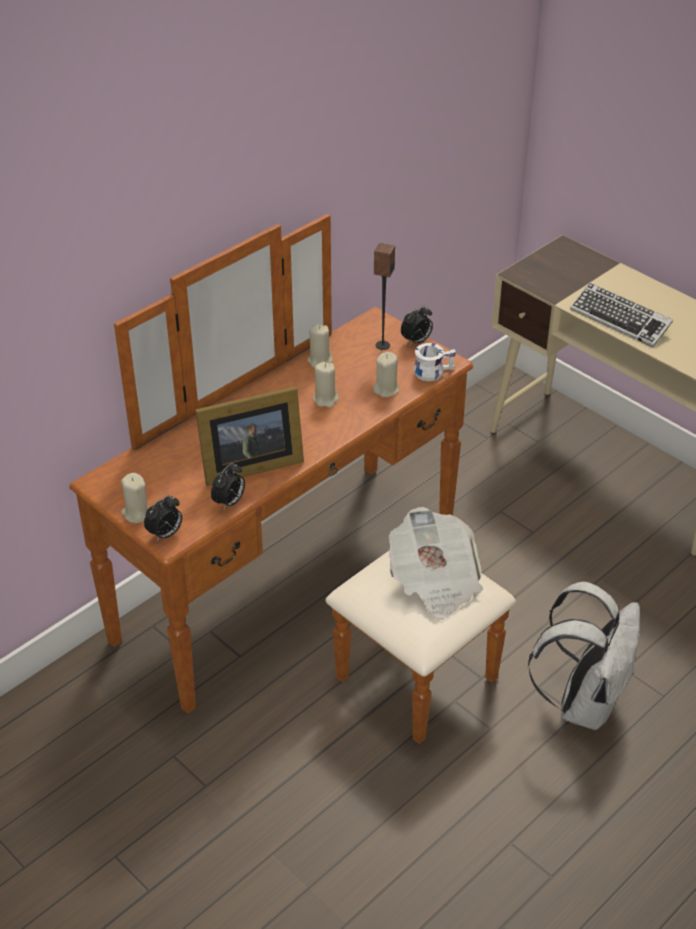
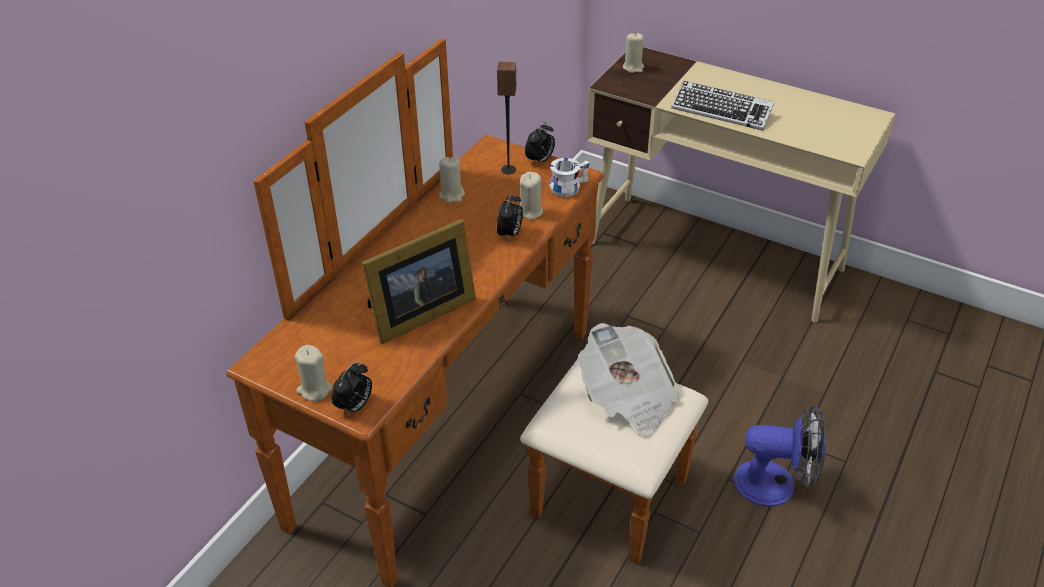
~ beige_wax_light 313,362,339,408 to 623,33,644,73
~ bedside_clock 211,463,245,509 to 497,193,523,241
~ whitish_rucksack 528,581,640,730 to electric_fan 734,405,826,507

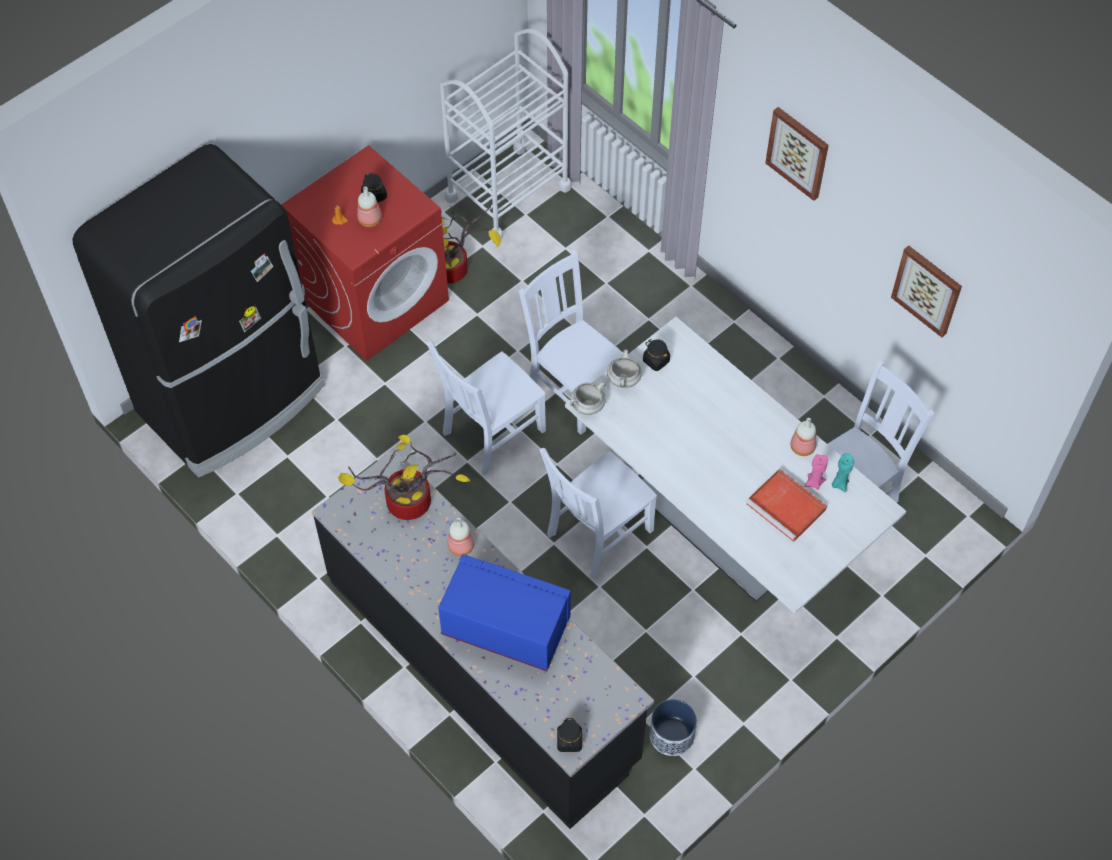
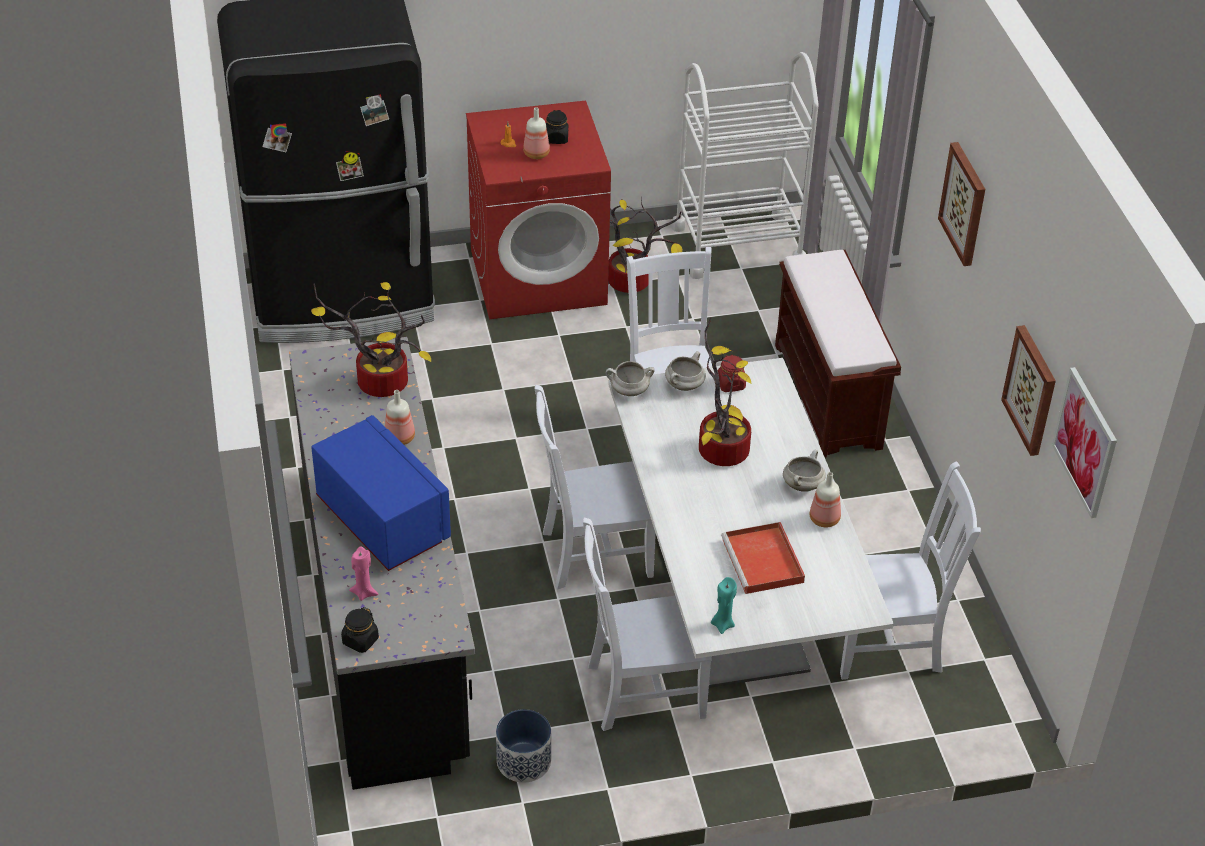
~ black-coloured_storage_jar 643,339,670,371 to reddish_storage_jar 718,355,746,392
~ whitish_plain_chair 426,341,546,475 to 583,518,712,731
~ turquoise_wax_light 832,453,854,493 to 711,577,737,634
~ pink_wax_light 805,454,828,490 to 349,546,379,601
+ brownish_long_seat 775,250,901,458
+ potted_plant 699,318,751,466
+ picture 1052,367,1117,518
+ whitish_stockpot 783,450,826,492

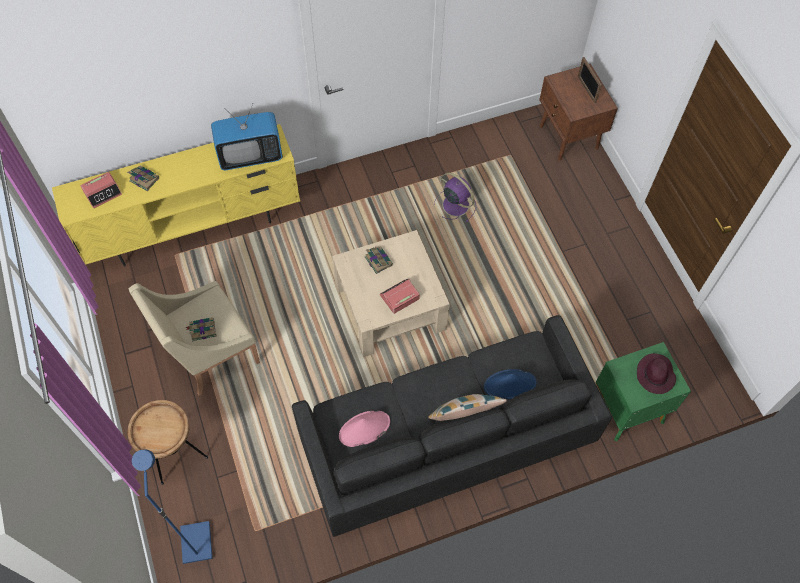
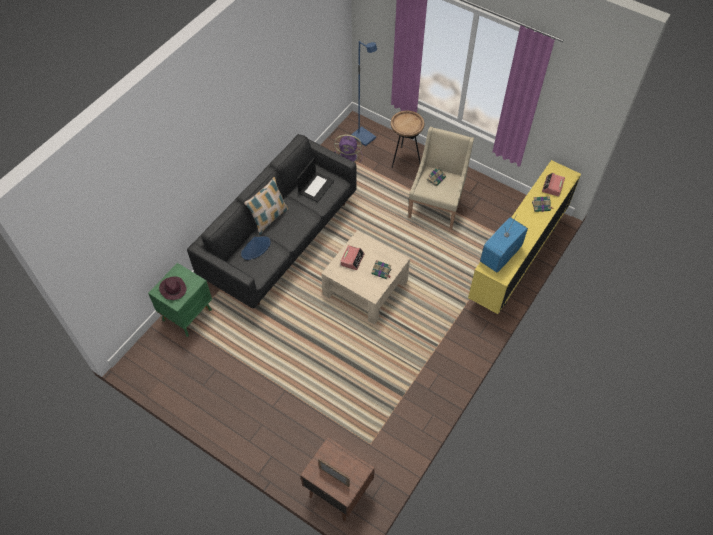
~ purple-coloured_electric_fan 434,173,476,222 to 334,134,362,162
~ pink_clothing_hat 339,411,390,447 to notebook_computer 297,158,334,202

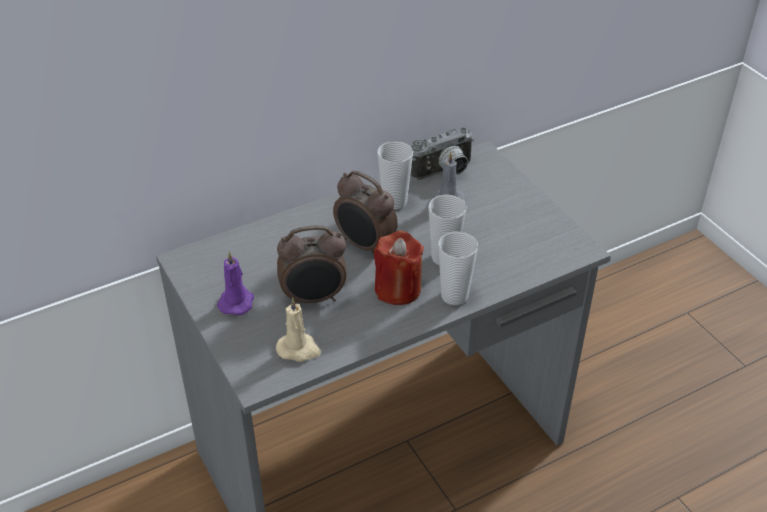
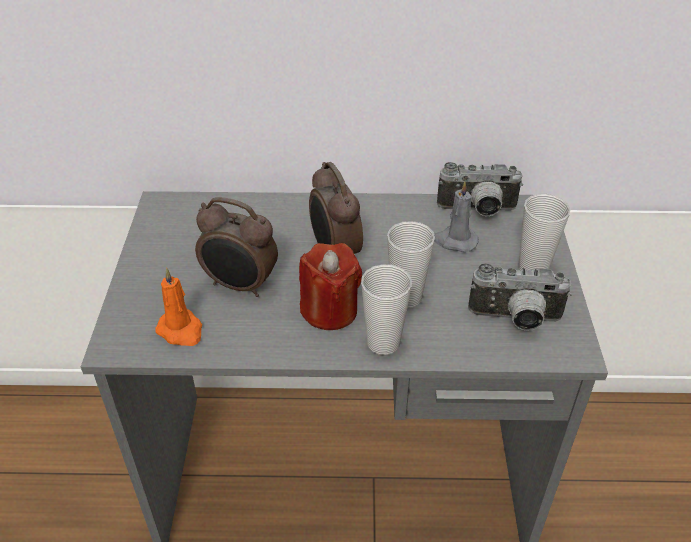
~ drinking_cup 377,141,413,210 to 518,194,571,270
- purple-coloured_wax_light 217,251,254,315
~ beige_wax_light 276,298,321,362 to orangey_wax_light 155,268,202,346
+ photo_camera 468,263,571,331

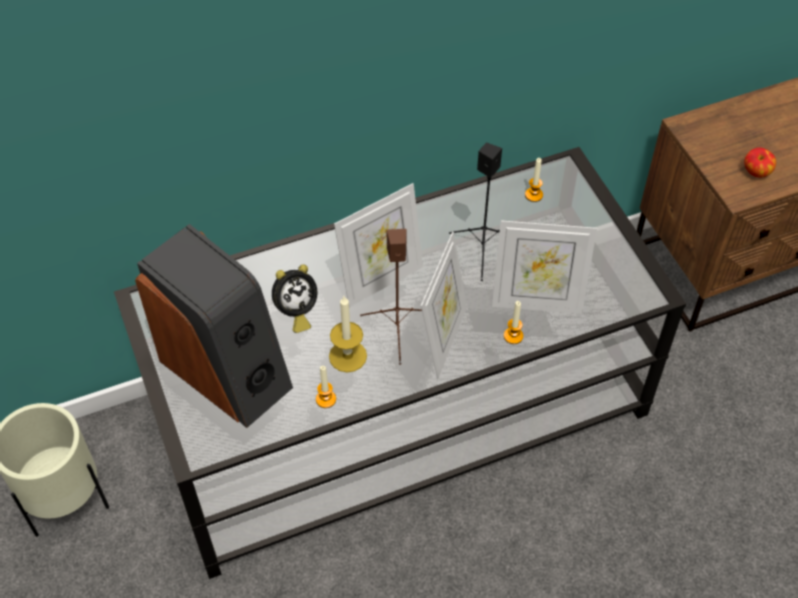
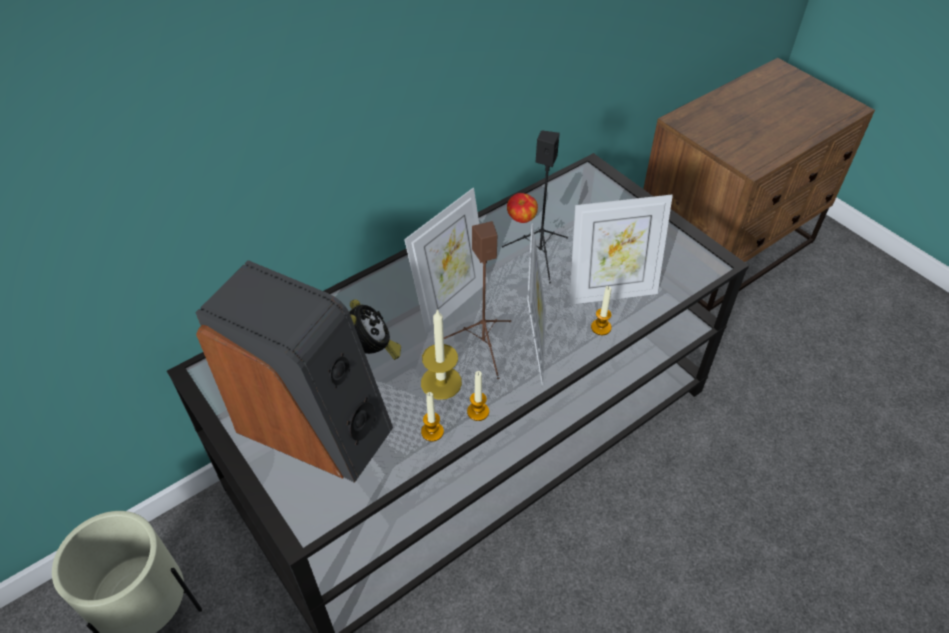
~ apple 744,147,776,178 to 507,193,538,223
~ wax_light 525,158,543,202 to 467,371,489,421
~ bedside_clock 272,265,317,333 = 349,299,401,360 45 degrees counterclockwise

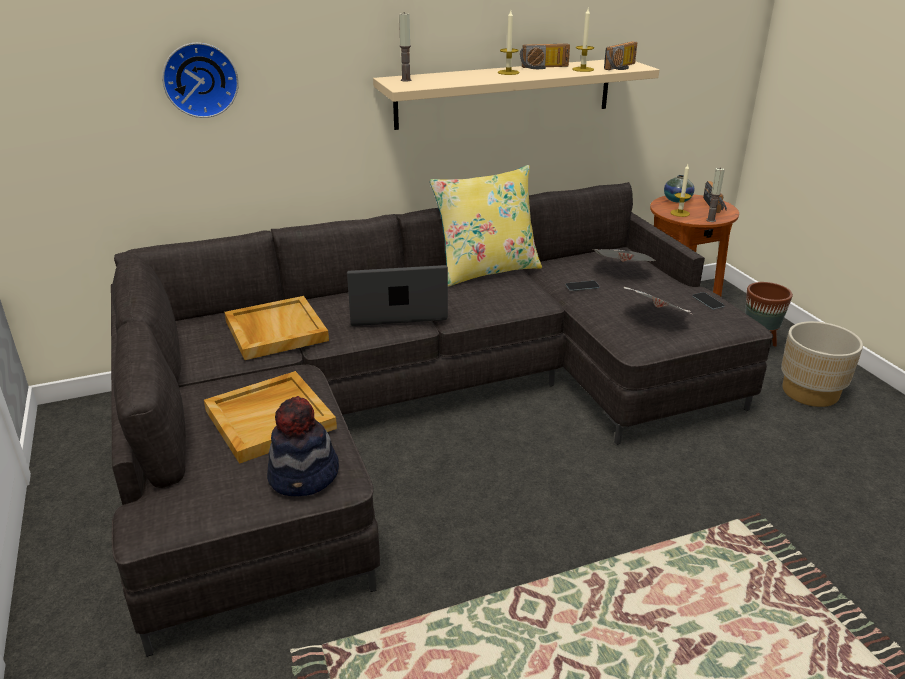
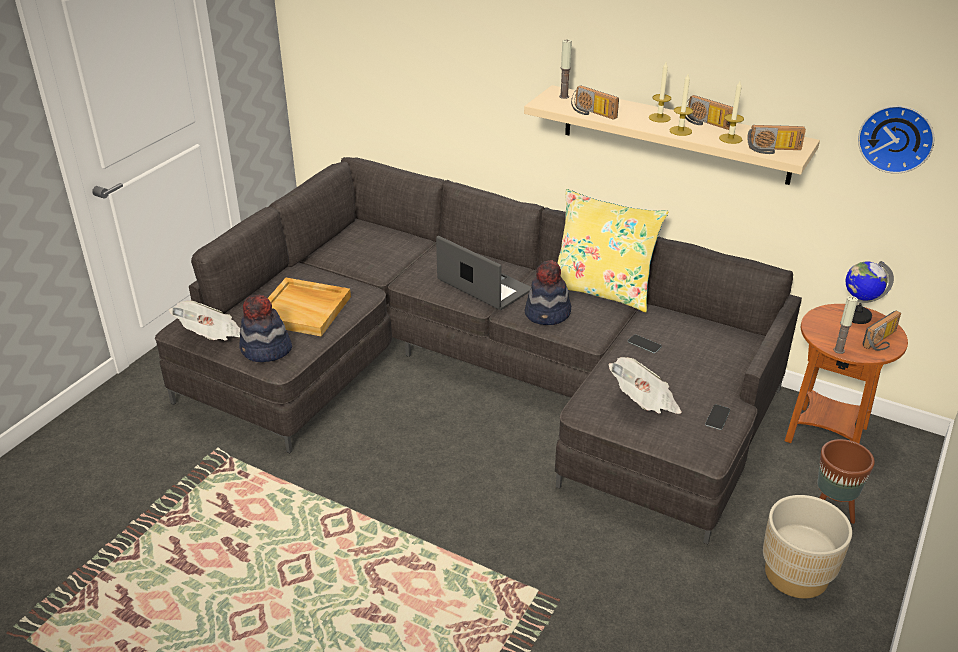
~ clock_on_the_wall 162,43,239,118 to 858,106,935,174
~ wax_light 670,164,691,217 to 670,74,693,136
~ decorative_vase 664,175,695,203 to globe 845,261,894,324
~ printed_paper 592,249,656,262 to 169,301,240,341
- beige_serving_tray 225,296,329,360
+ radio_set 571,85,619,120
+ clothing_hat 525,260,571,325

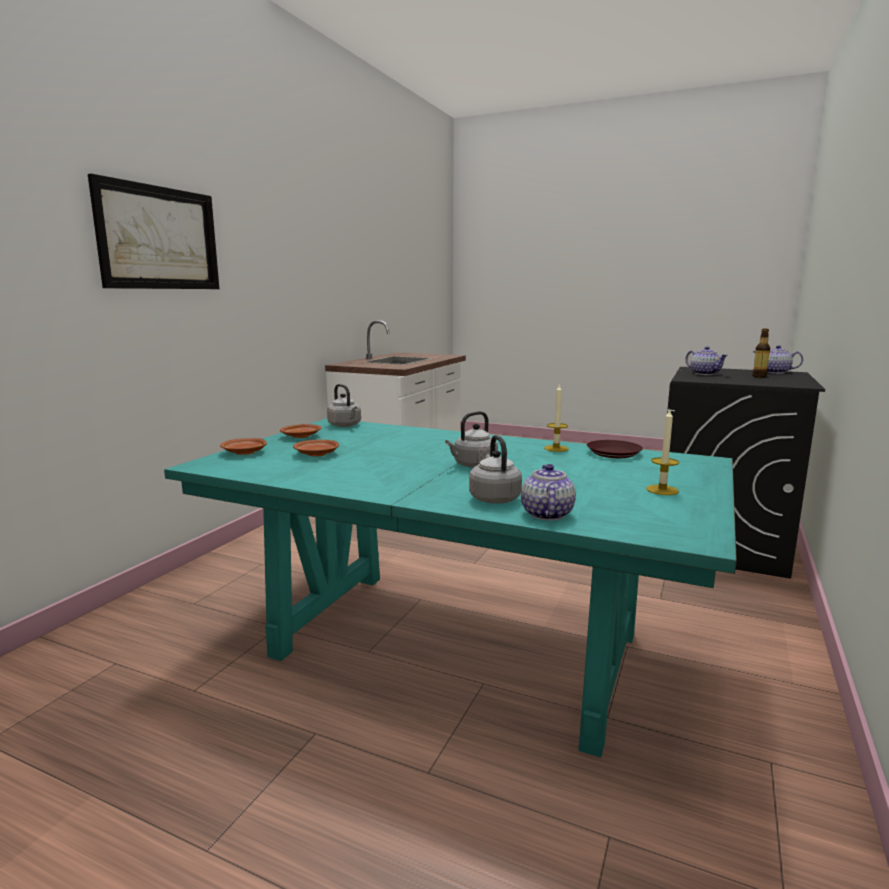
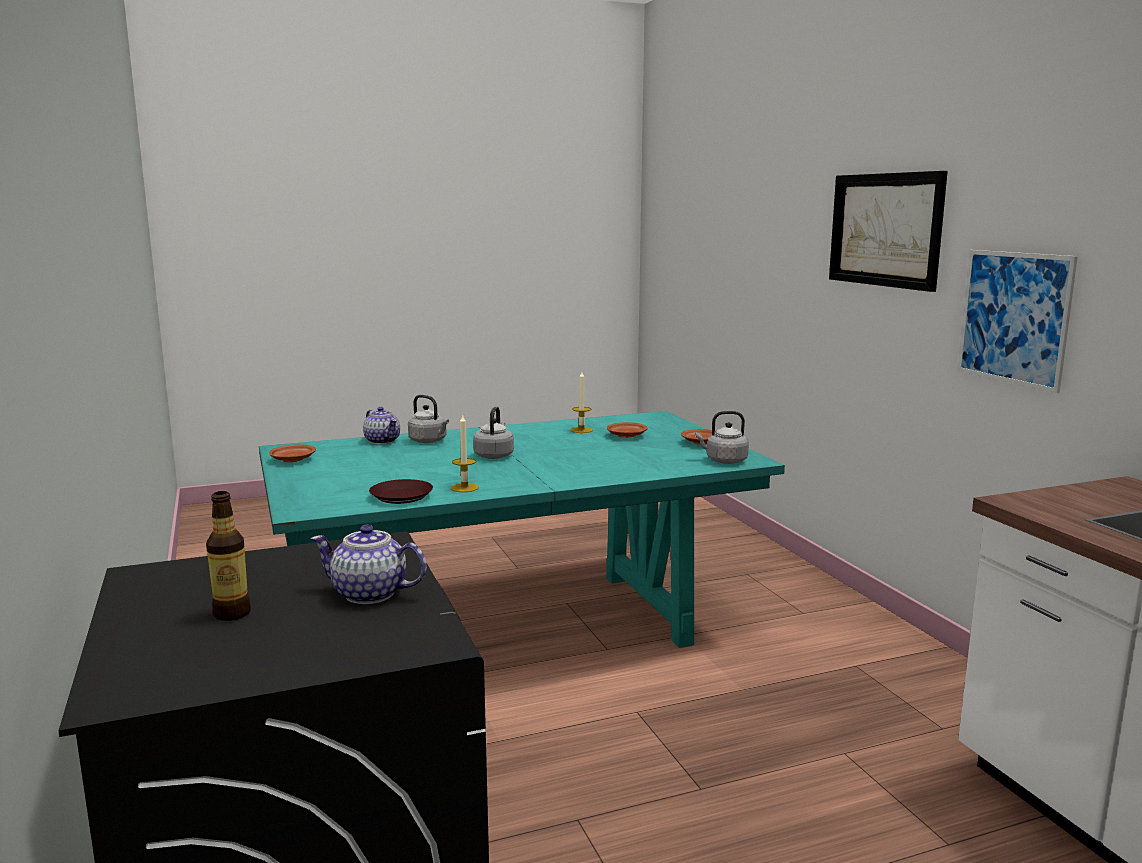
- teapot 752,345,803,374
~ wax_light 646,410,679,495 to 571,372,593,433
~ brownish_plate 220,438,267,455 to 269,444,316,462
+ picture 957,250,1078,393

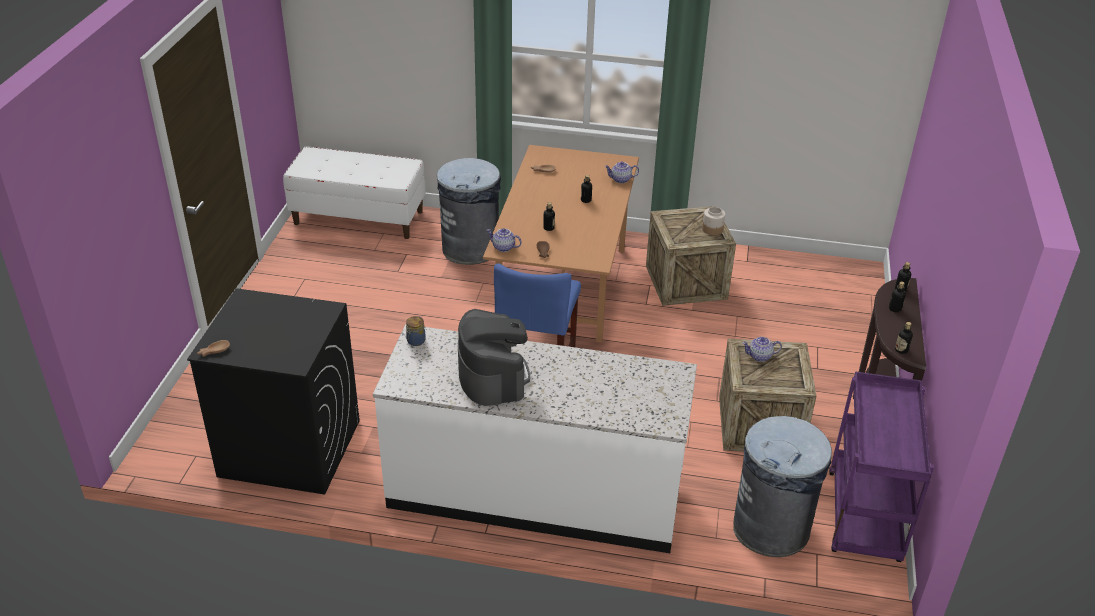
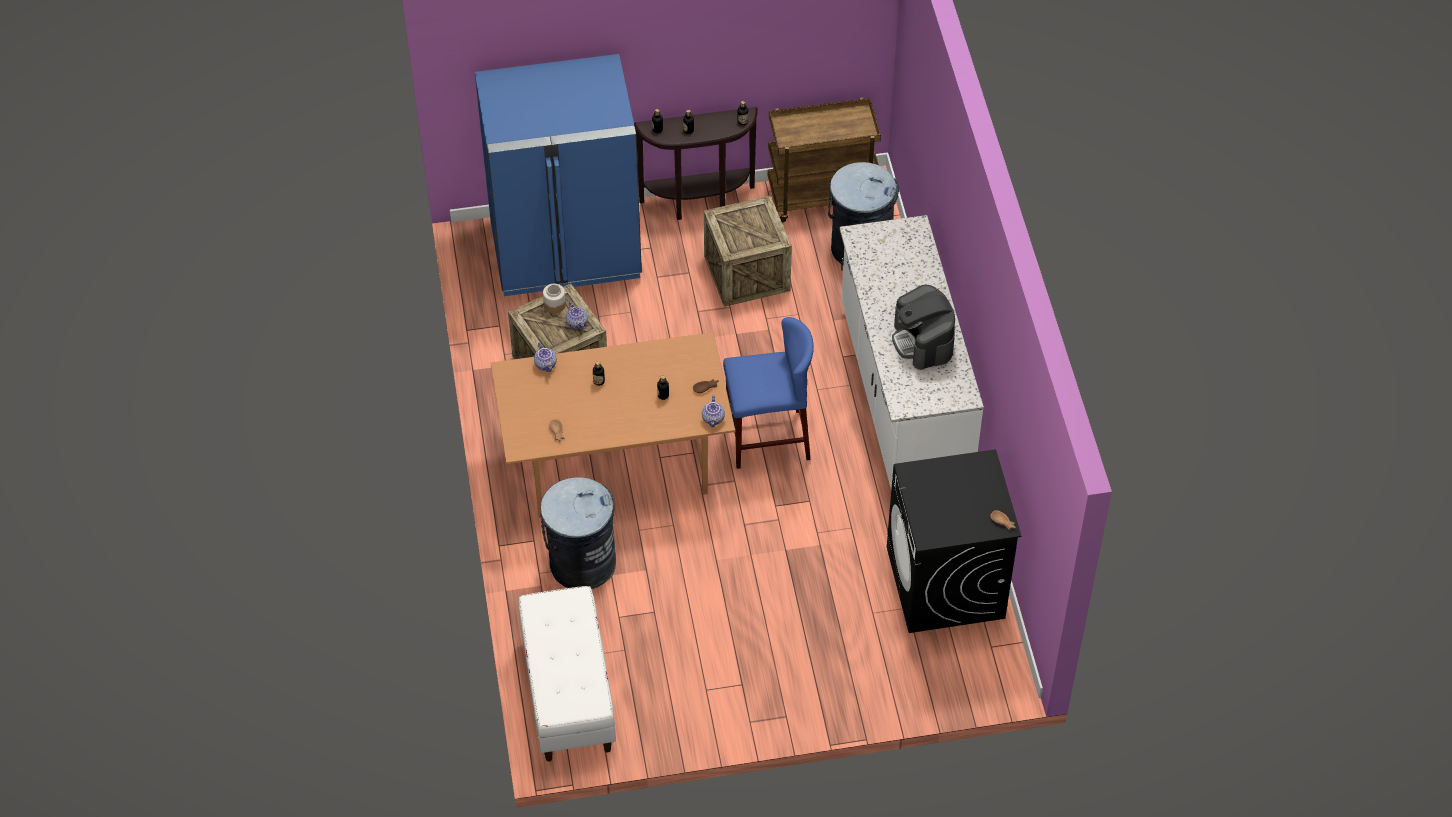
~ coffee_machine 458,309,530,406 = 892,285,955,370 75 degrees counterclockwise
- storage_jar 406,316,426,346
~ teapot 742,337,782,362 to 566,302,588,330
~ purple-coloured_wheeled_cart 829,372,934,562 to brownish_wheeled_cart 768,97,881,222
+ blue-coloured_fridge 475,54,642,296

